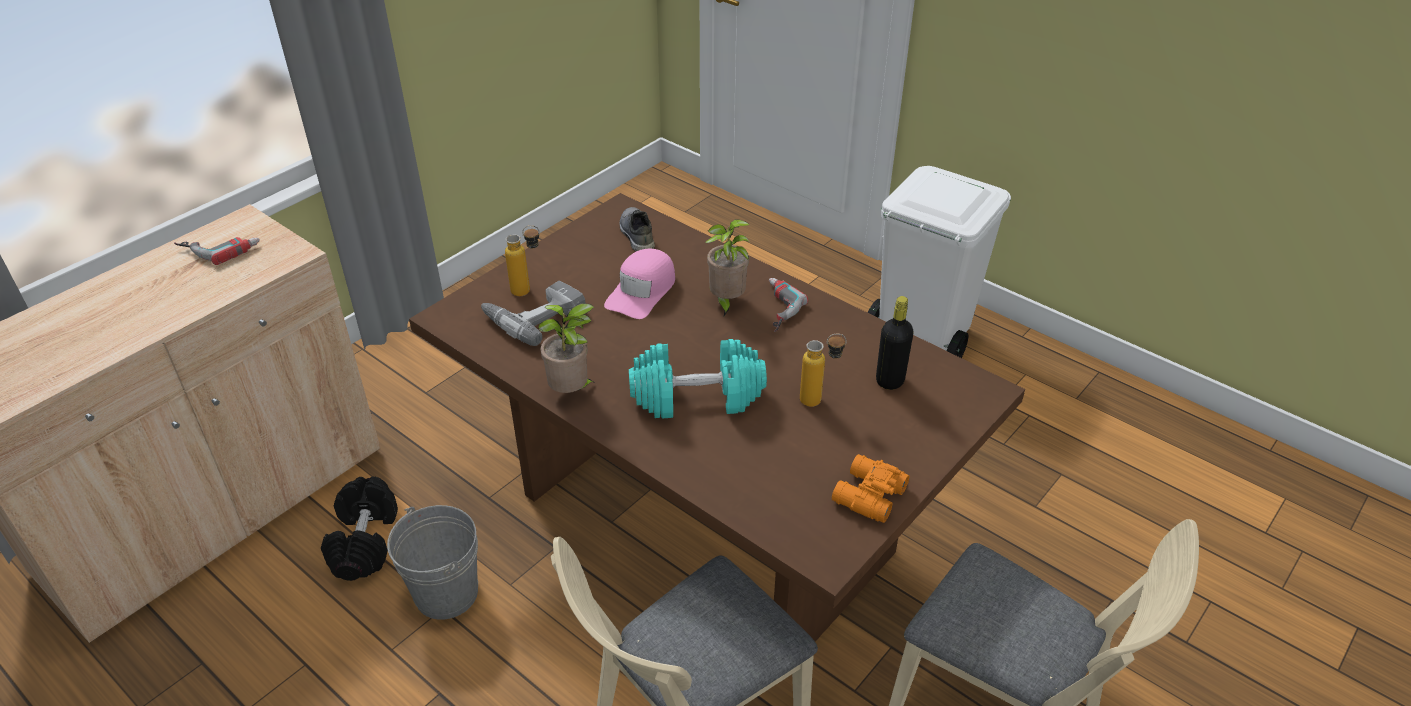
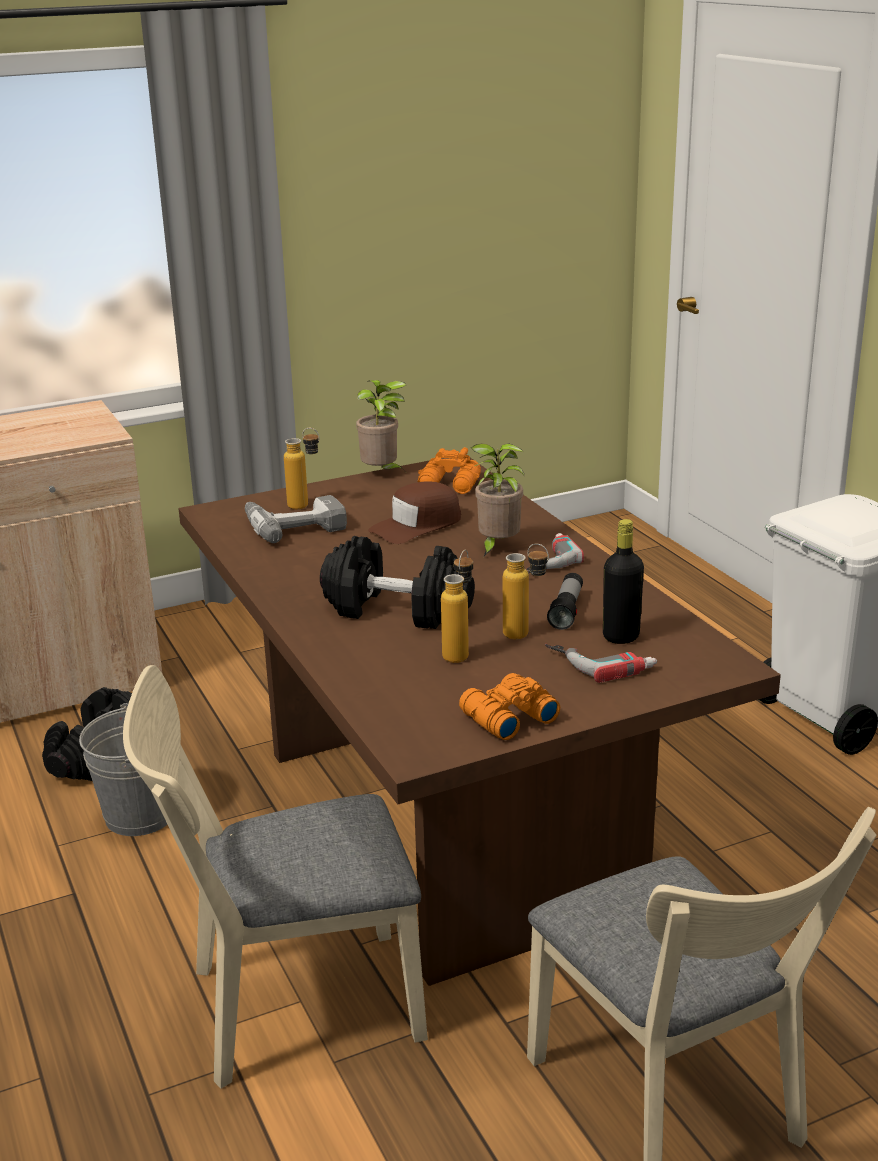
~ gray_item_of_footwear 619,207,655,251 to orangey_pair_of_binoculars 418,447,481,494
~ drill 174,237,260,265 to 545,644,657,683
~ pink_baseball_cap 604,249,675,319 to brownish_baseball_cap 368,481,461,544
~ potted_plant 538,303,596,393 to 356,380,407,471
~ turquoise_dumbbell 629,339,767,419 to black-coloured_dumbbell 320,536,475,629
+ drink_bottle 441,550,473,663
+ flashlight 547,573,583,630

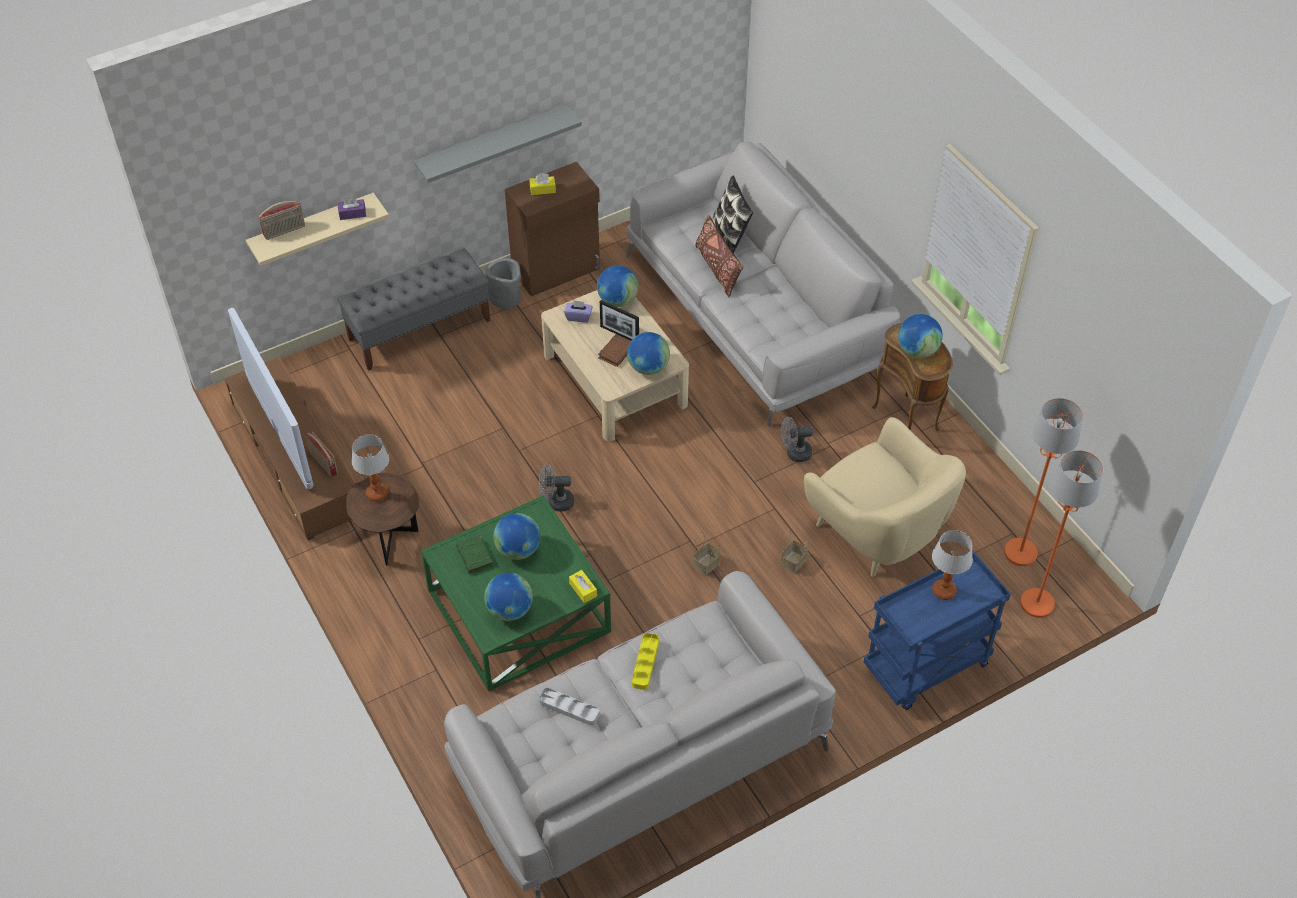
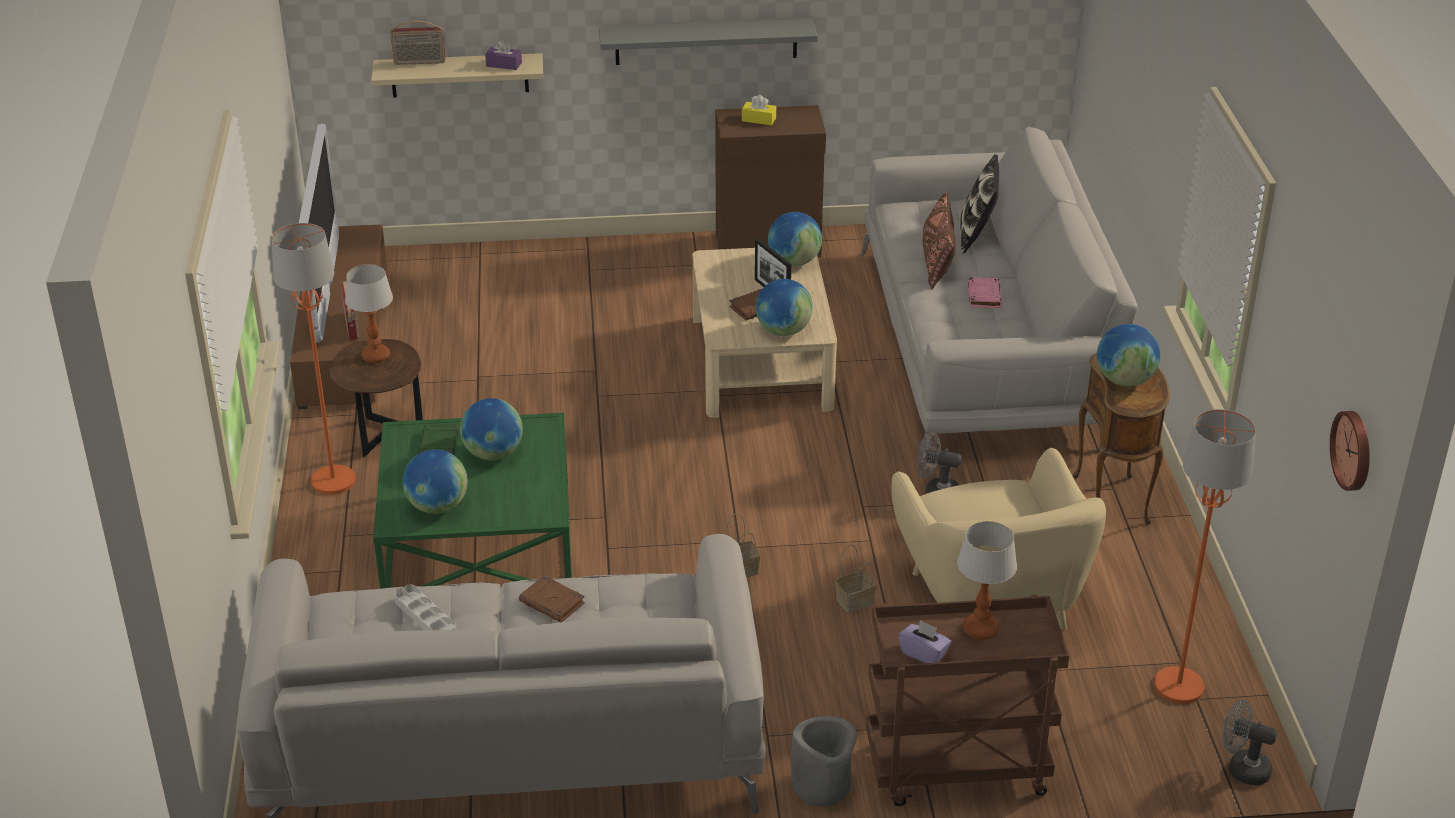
- gray_long_seat 337,248,490,371
~ gray_flower_pot 485,258,522,309 to 791,716,857,806
~ purple-coloured_box_of_tissues 564,300,593,323 to 898,620,951,663
~ orangey_floor_lamp 1020,450,1103,618 to 271,223,355,495
~ gray_electric_fan 539,465,574,512 to 1222,700,1277,785
~ blue-coloured_wheeled_cart 864,551,1011,710 to brownish_wheeled_cart 866,594,1069,806
- yellowish_box_of_tissues 569,570,597,603
~ yellowish_serving_tray 632,633,659,690 to brownish_bound_book 519,575,585,623
+ pink_bound_book 968,277,1002,308
+ clock_on_the_wall 1330,411,1370,491

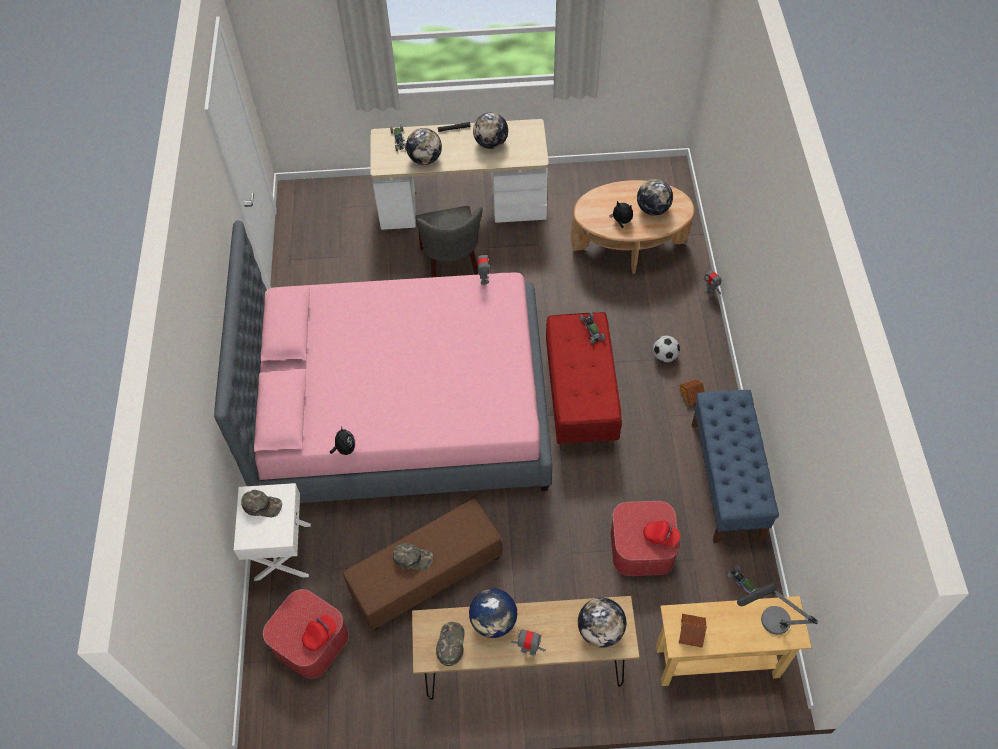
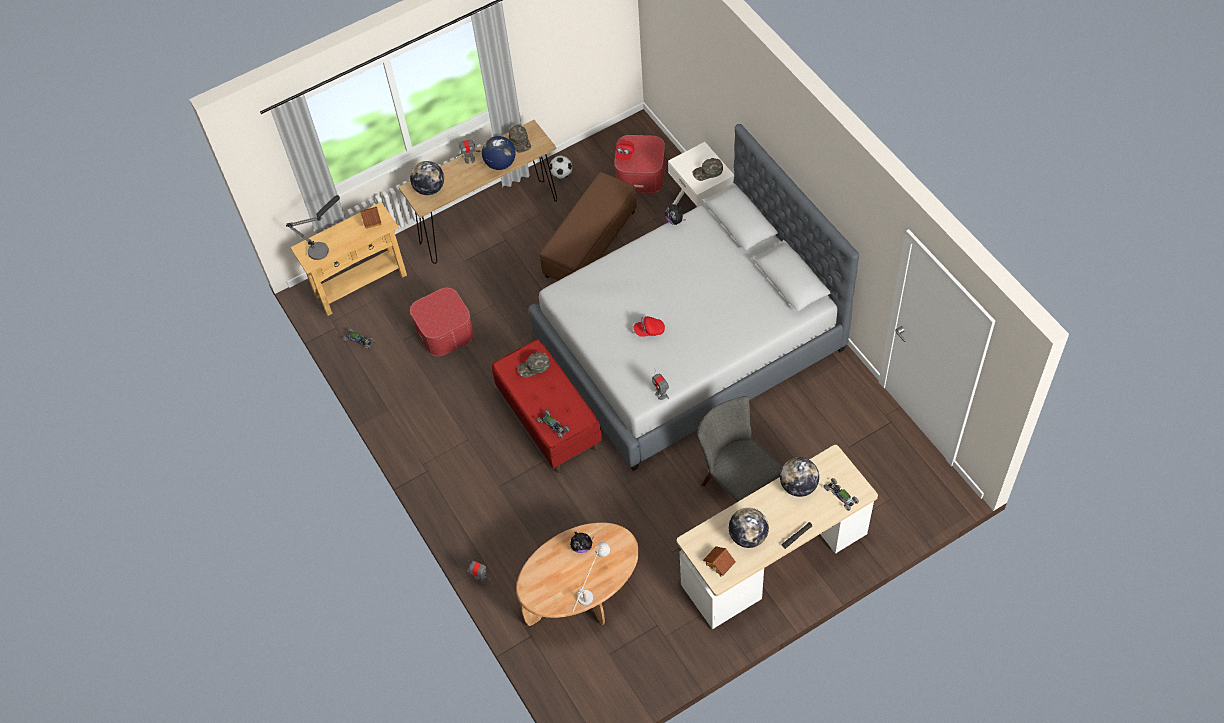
- globe 637,179,673,216
~ pink_bed 214,220,552,503 to gray_bed 528,124,859,471
~ football 653,336,680,363 to 549,156,573,179
~ model_house 679,380,705,405 to 703,546,736,576
- blue-coloured_long_seat 692,390,779,543
~ reddish_baseball_cap 643,521,681,546 to 633,316,665,337
~ green_baseball_cap 393,543,433,570 to 517,352,550,377
+ whitish_table_lamp 572,542,610,612

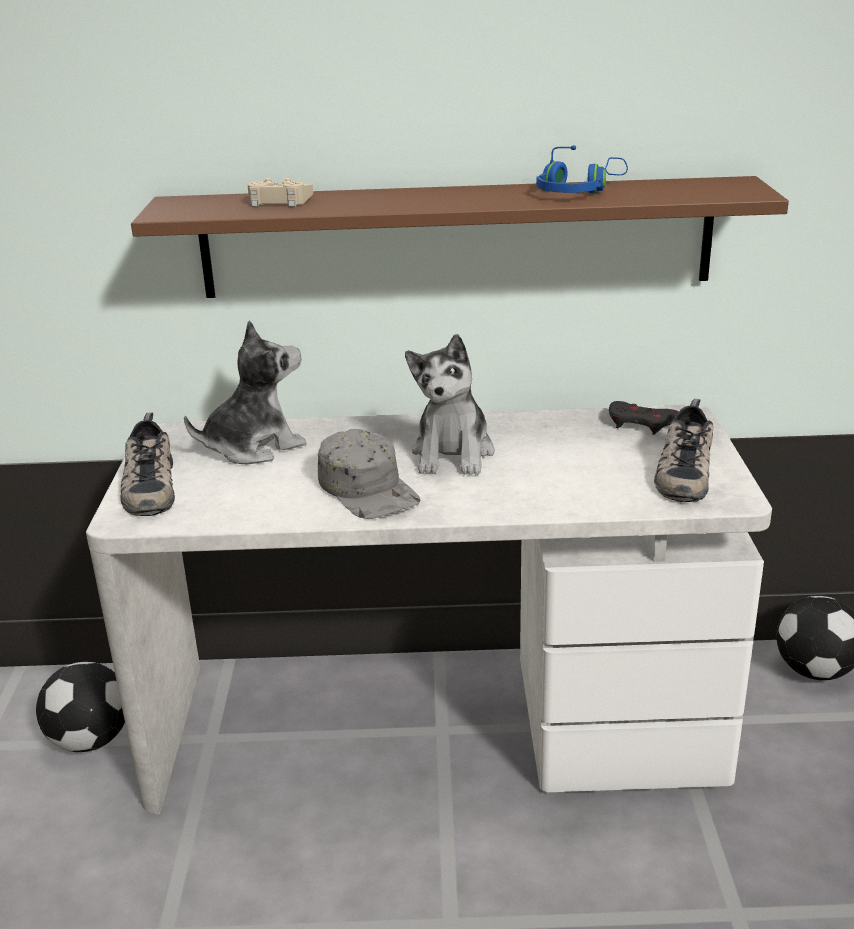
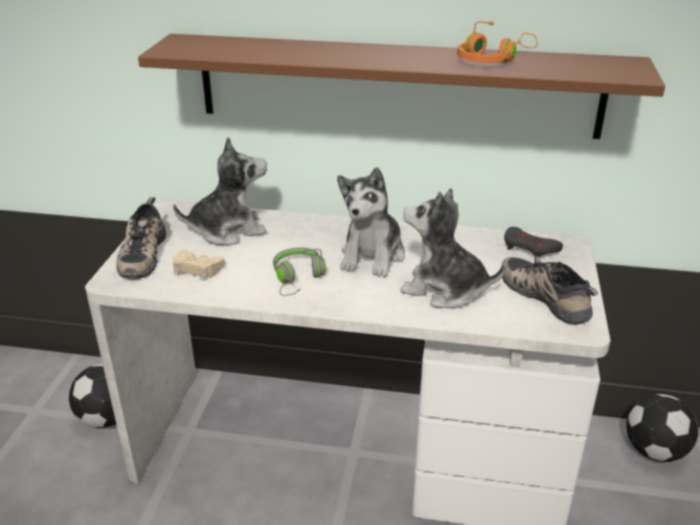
~ blue-coloured_headphones 536,145,628,193 to orangey_headphones 457,21,538,63
~ beige_gamepad 248,178,313,207 to 173,249,225,281
~ item_of_footwear 654,399,714,502 = 501,256,598,325 120 degrees clockwise
~ gray_baseball_cap 318,429,420,519 to gray_headphones 273,247,326,296
+ soft_toy 400,188,505,308

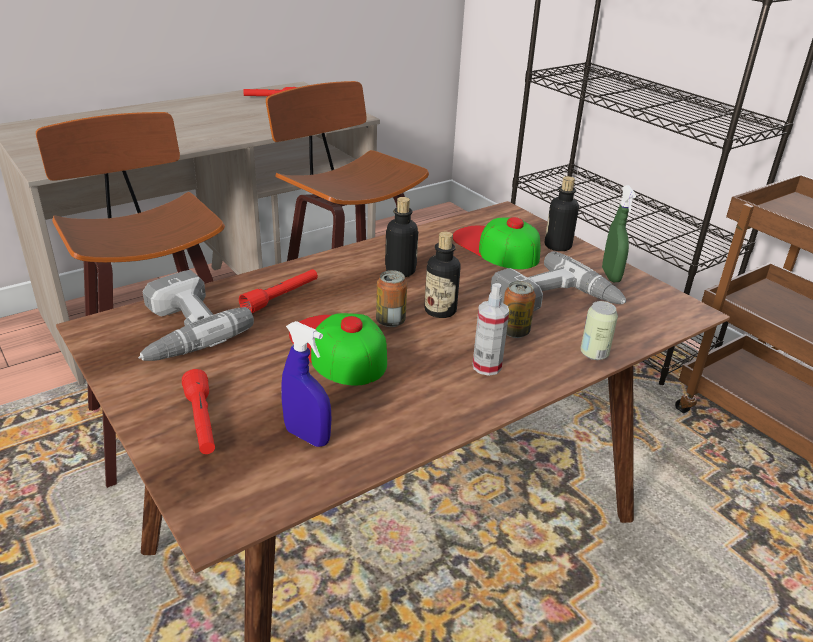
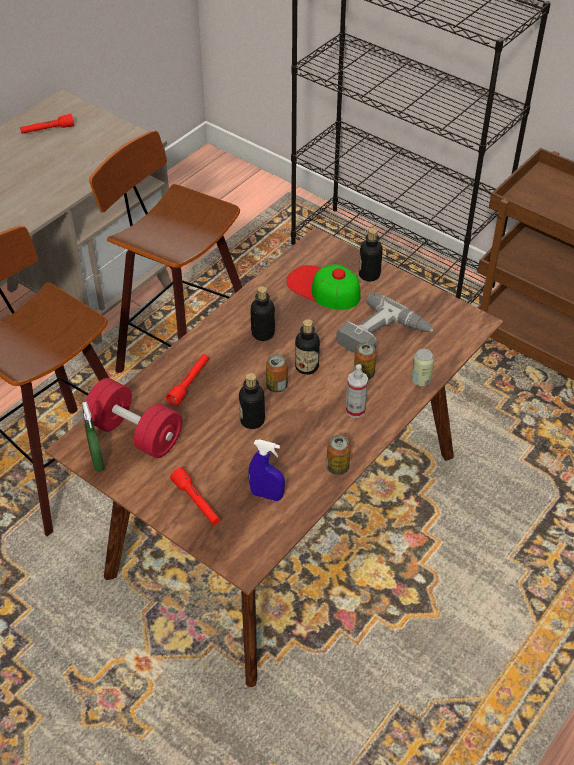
~ green_spray_bottle 602,185,636,282 to 82,402,105,472
~ drill 138,270,254,361 to reddish_dumbbell 83,378,182,458
~ baseball_cap 289,313,387,385 to drink_bottle 239,373,265,429
+ metal_can 326,435,351,475

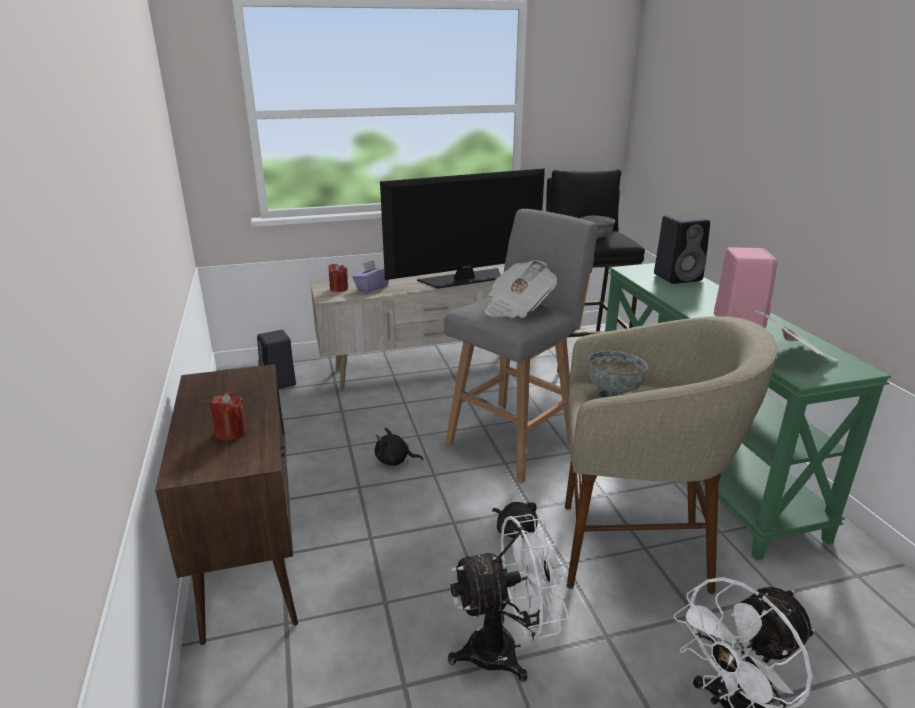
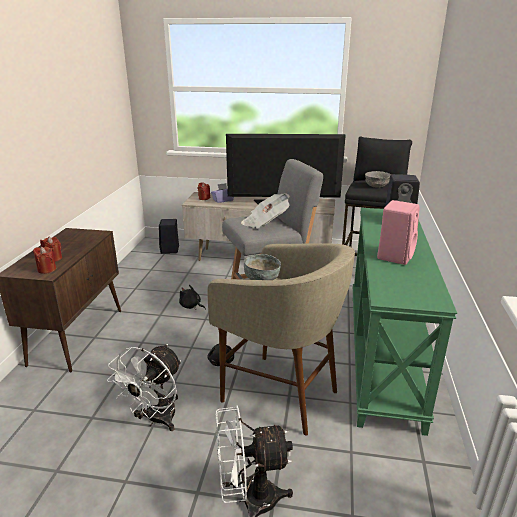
- printed_paper 753,309,838,360
~ whitish_electric_fan 448,514,569,682 = 107,344,182,431 105 degrees clockwise
+ reddish_wax_light 33,247,56,274

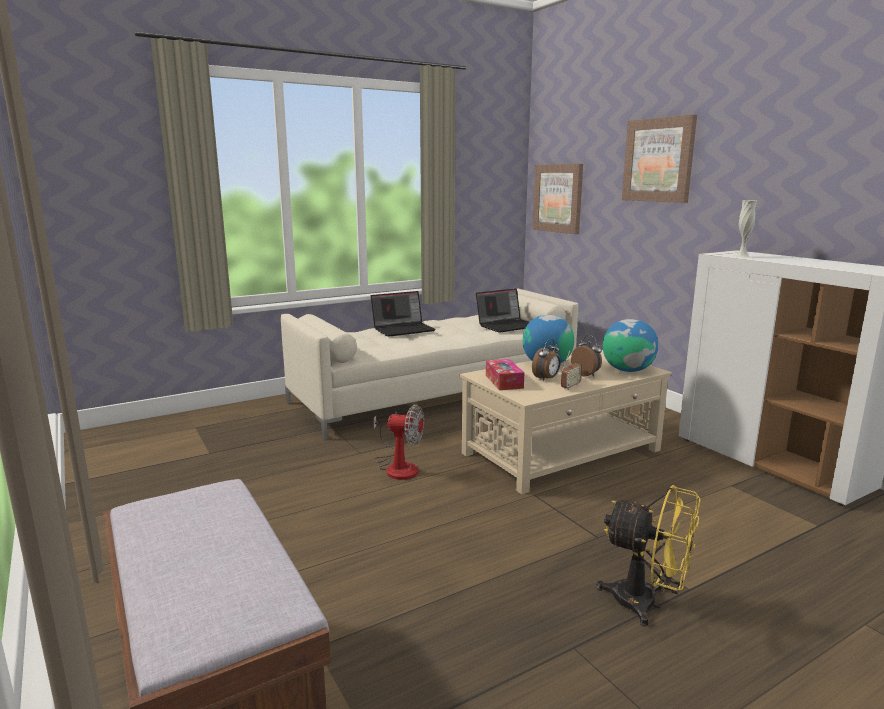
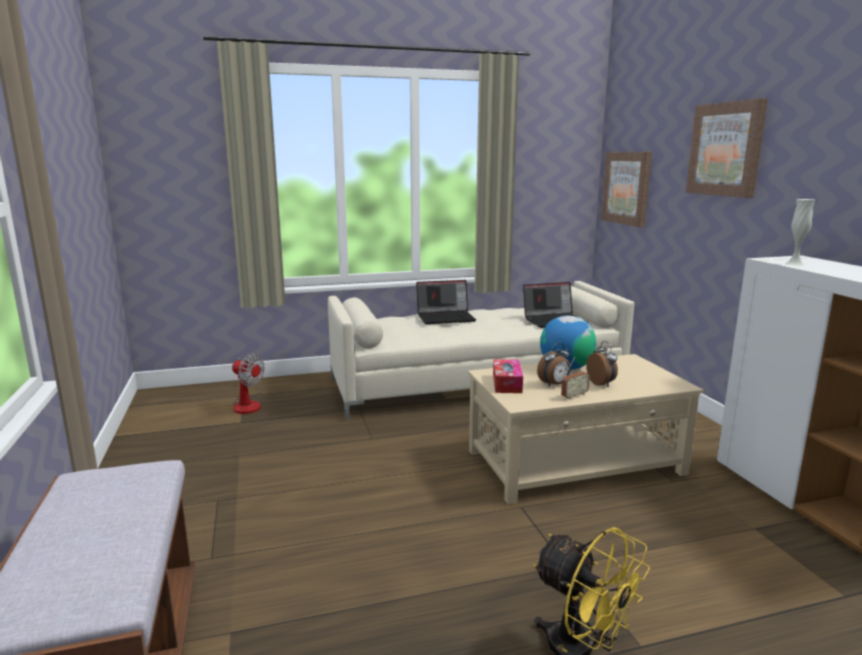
- globe 603,319,658,372
~ electric_fan 373,404,424,480 to 232,353,265,414

